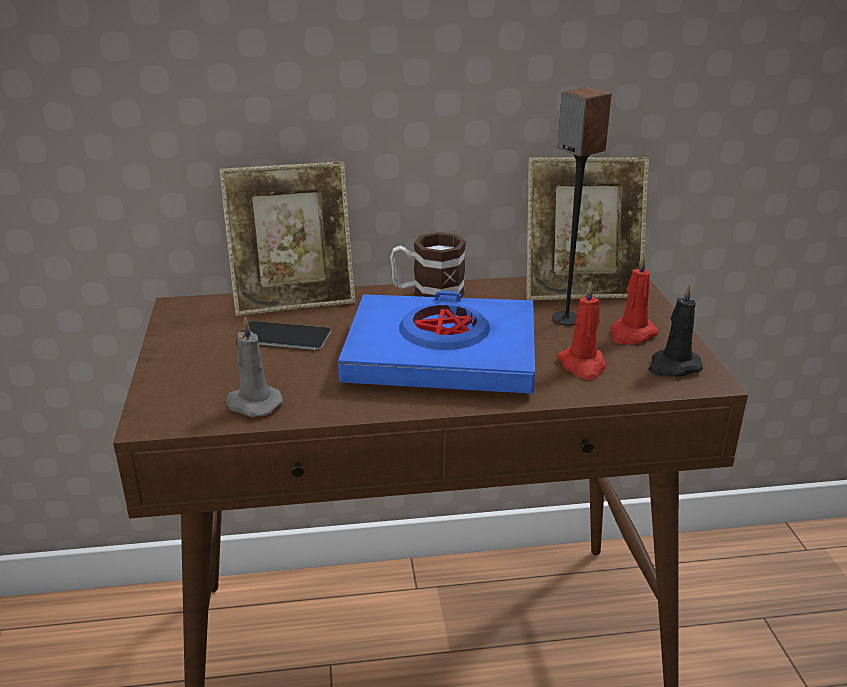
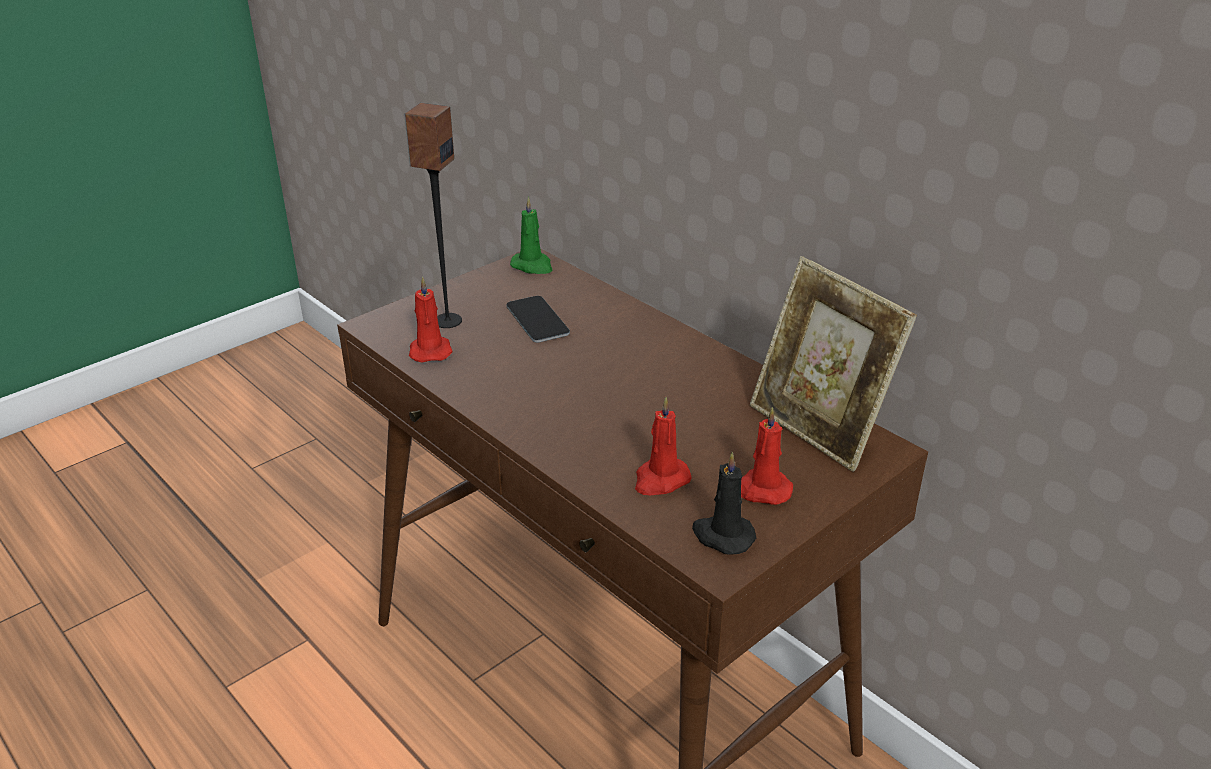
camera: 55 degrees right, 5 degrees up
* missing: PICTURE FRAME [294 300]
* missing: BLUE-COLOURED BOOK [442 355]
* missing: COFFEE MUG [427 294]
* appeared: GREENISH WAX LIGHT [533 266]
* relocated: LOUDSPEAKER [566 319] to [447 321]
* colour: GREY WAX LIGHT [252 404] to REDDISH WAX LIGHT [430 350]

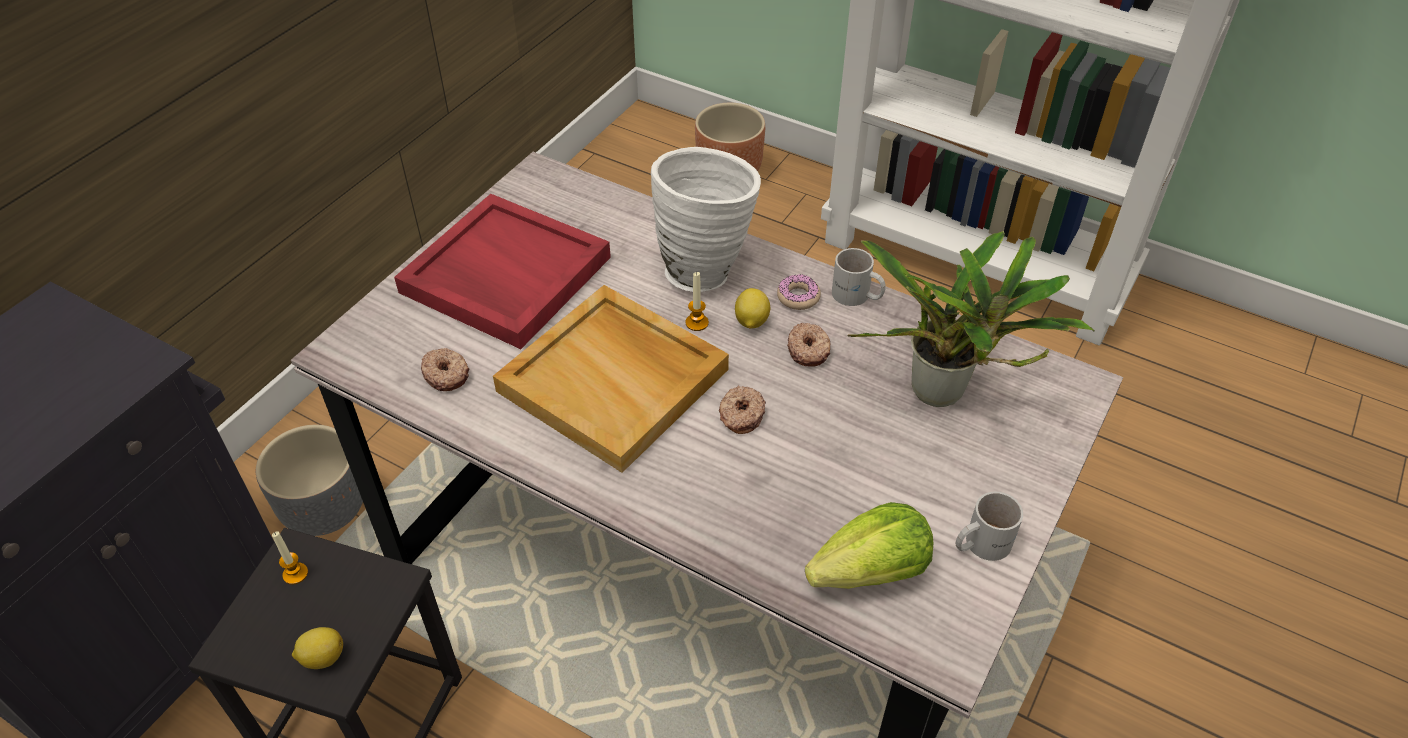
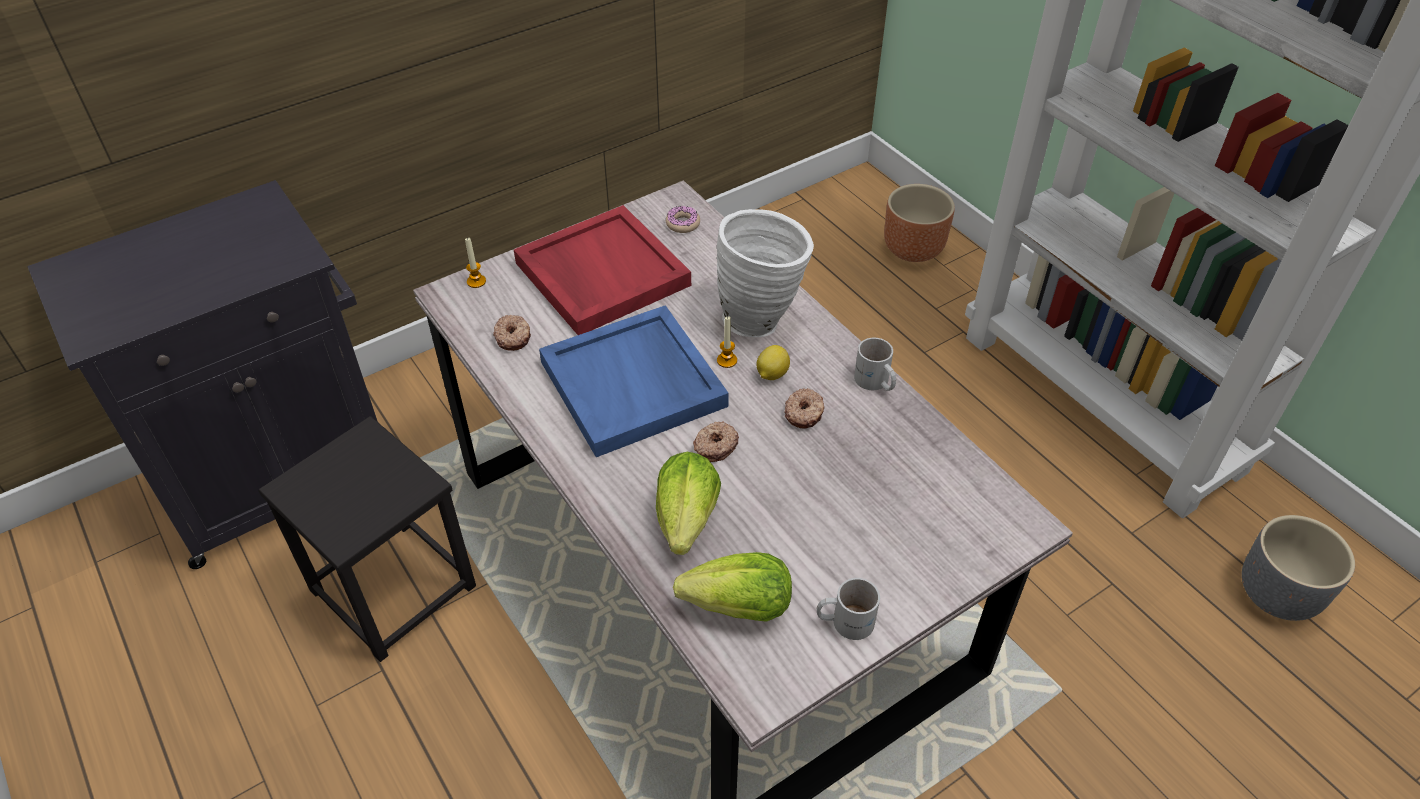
camera: 25 degrees right, 0 degrees up
* missing: LEMON [322 657]
* missing: POTTED PLANT [944 395]
* appeared: HEAD OF LETTUCE [687 519]
* relocated: GREY PLANTER [325 510] to [1277 595]
* relocated: WAX LIGHT [295 574] to [476 281]
* relocated: RING DOUGHNUT [798 297] to [683 224]
* colour: BEIGE SERVING TRAY [615 380] to BLUE-COLOURED SERVING TRAY [635 384]

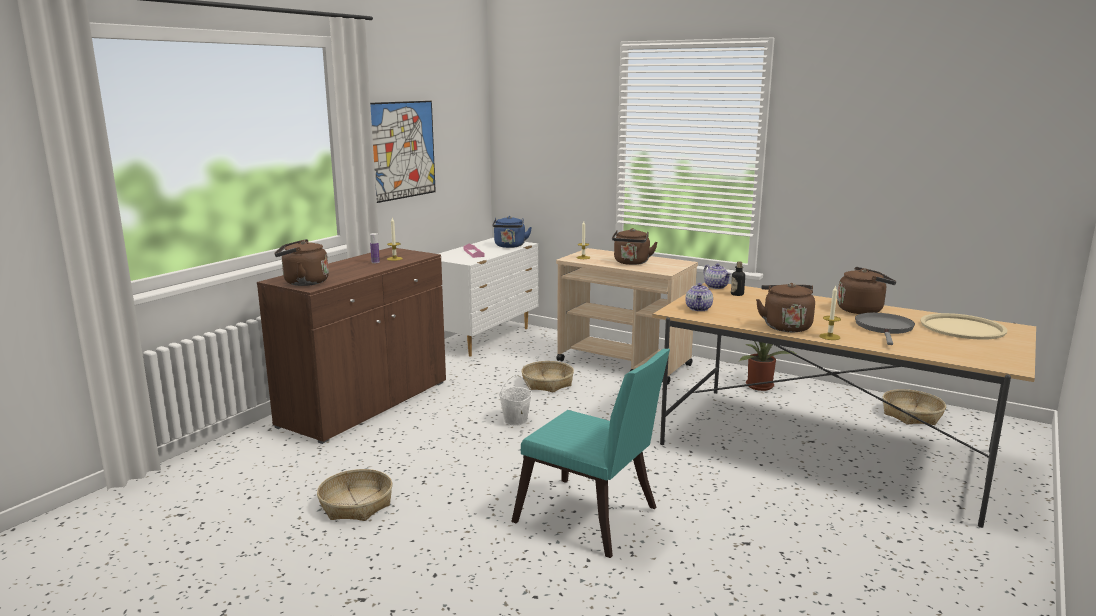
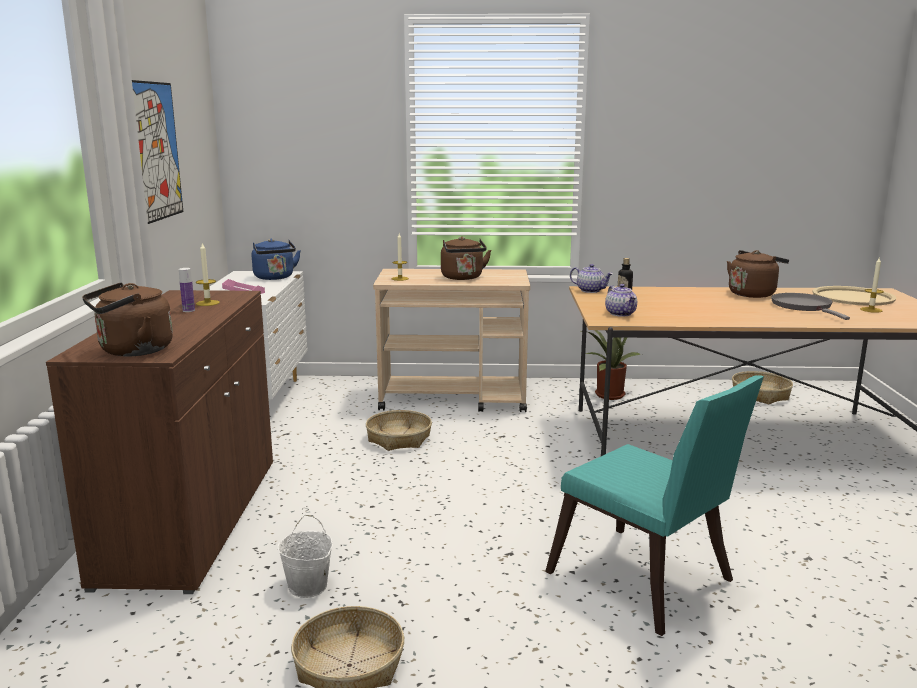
camera: 30 degrees left, 0 degrees up
* missing: BROWNISH TEA KETTLE [785 326]
* relocated: WHITISH BUCKET [515 420] to [308 587]
* relocated: WAX LIGHT [829 337] to [871 310]
* spun: TURQUOISE-COLOURED UPRIGHT CHAIR [592 519] = [646 583] 45 degrees clockwise

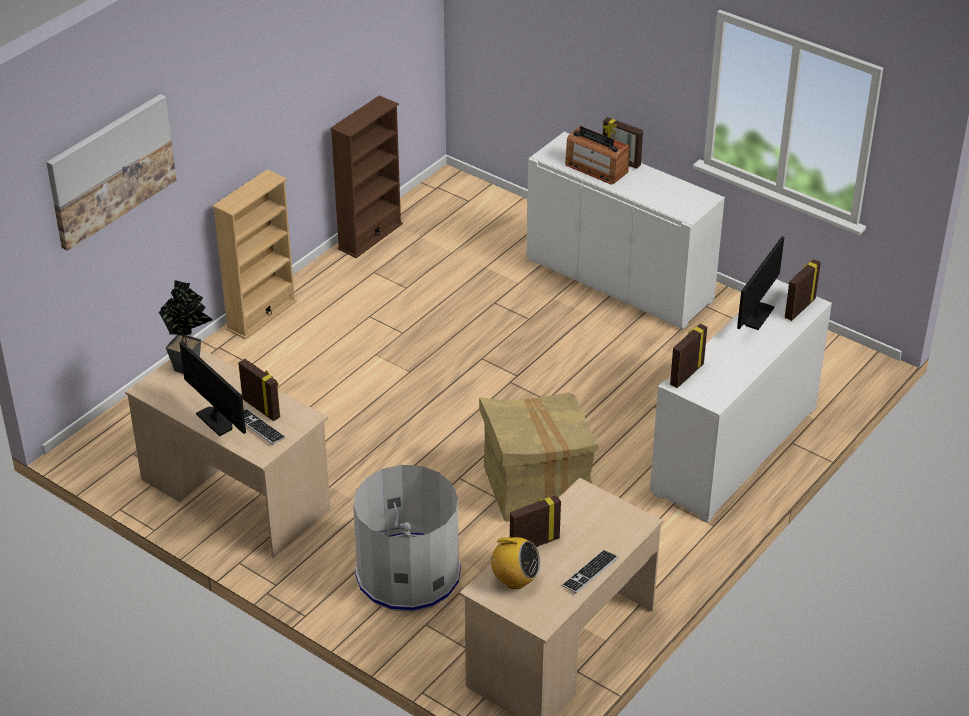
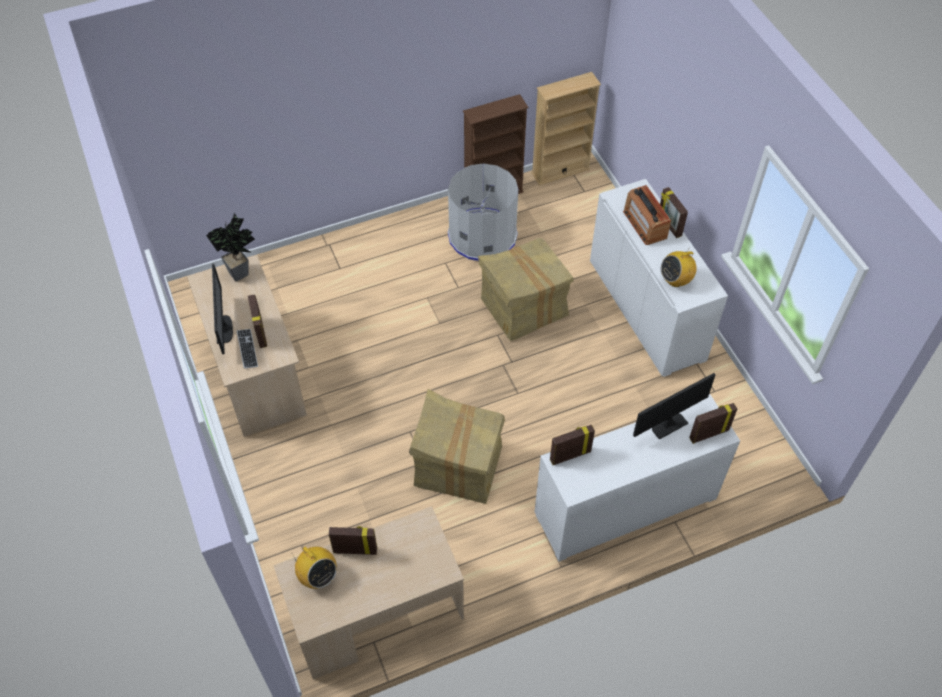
camera: 30 degrees right, 15 degrees up
* missing: PICTURE [111 170]
* missing: PC KEYBOARD [590 572]
* appeared: CARDBOARD BOX [523 307]
* appeared: RADIO RECEIVER [675 280]
* relocated: BEIGE BOOKSHELF [261 315] to [560 171]
* relocated: GREY TRASH CAN [408 574] to [482 235]

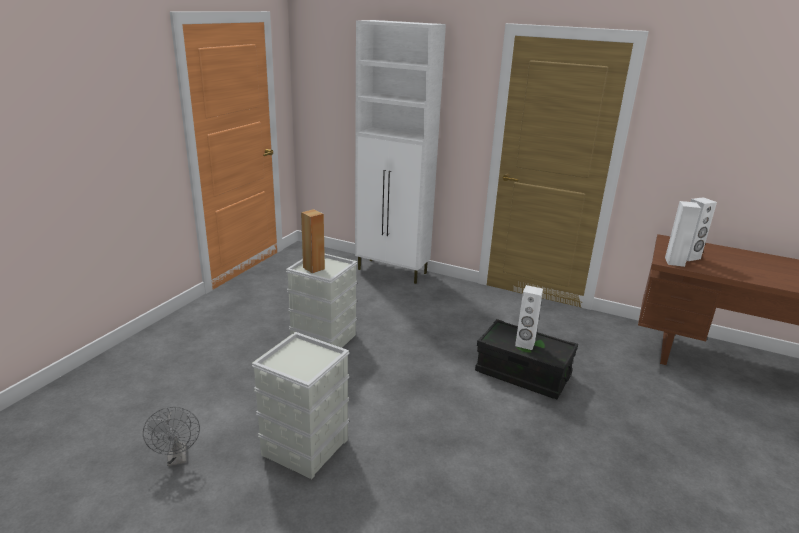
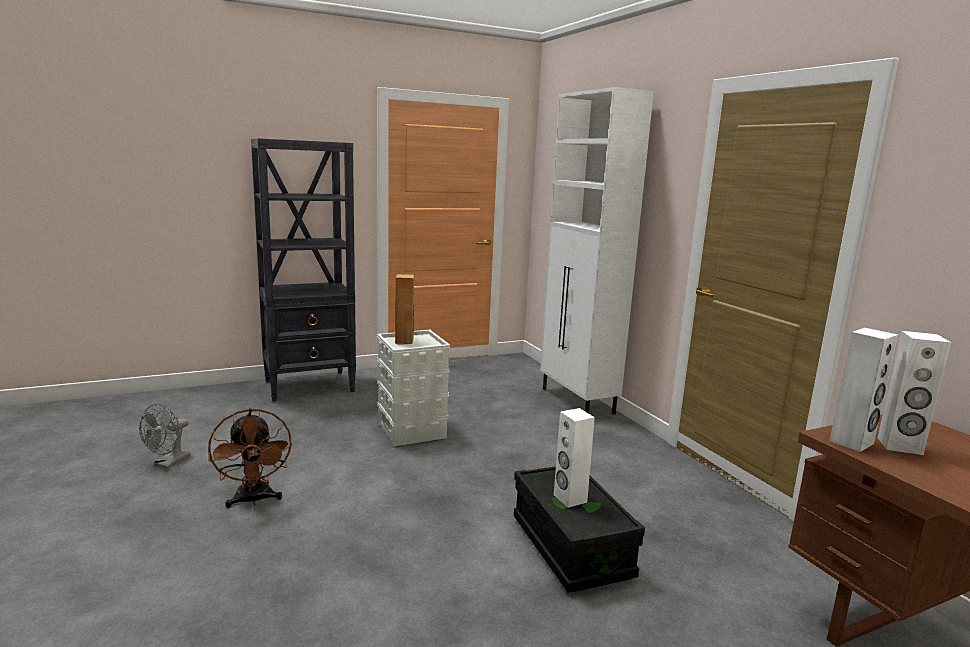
camera: 40 degrees right, 10 degrees down
* appeared: BLACK BOOKSHELF [310 386]
* exchanged: GREY STORAGE BOX [305 446] to BROWNISH COOLING FAN [254 500]

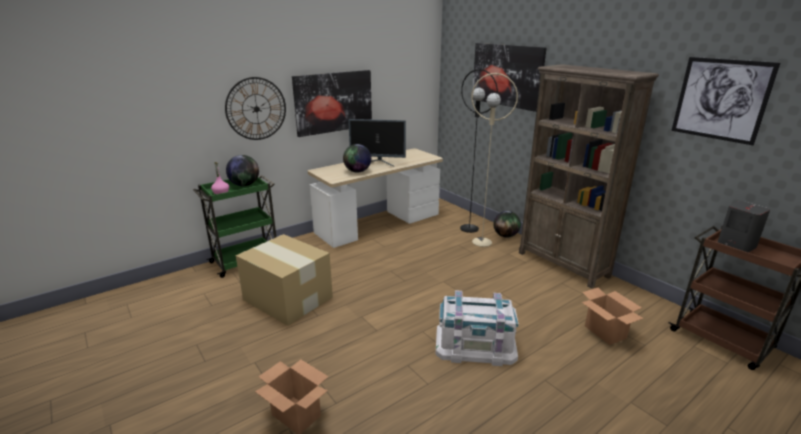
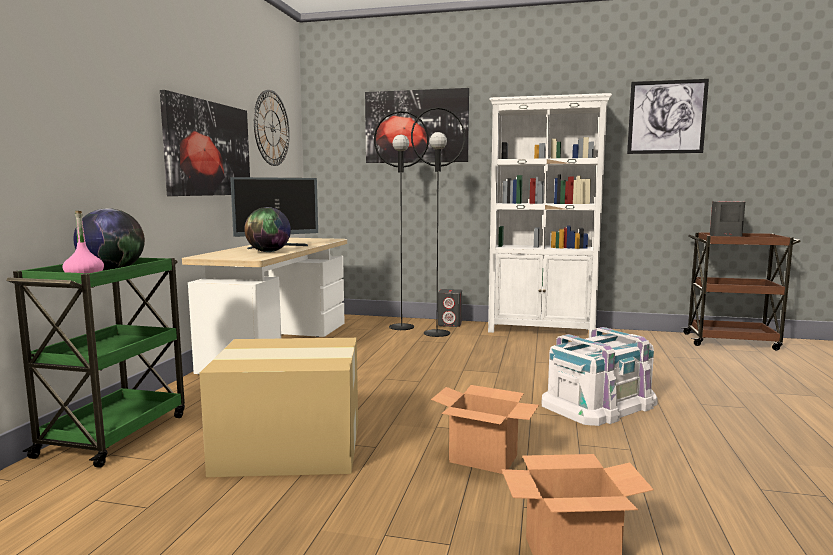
camera: 40 degrees left, 15 degrees down
* relocated: CLOCK ON THE WALL [256 109] to [272 128]
* relocated: CARDBOARD BOX [605 332] to [484 459]
* exchanged: DESK GLOBE [505 236] to GREY LOUDSPEAKER [450 324]
* colour: BEIGE FLOOR LAMP [482 242] to BLACK FLOOR LAMP [437 333]
* colour: BROWNISH BOOKSHELF [563 264] to WHITISH BOOKSHELF [541 330]

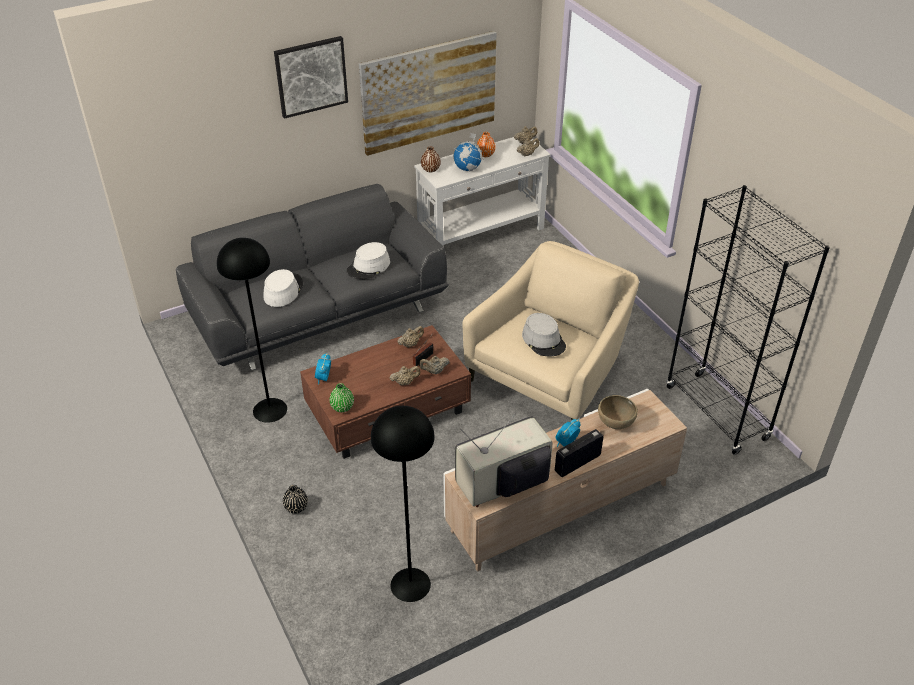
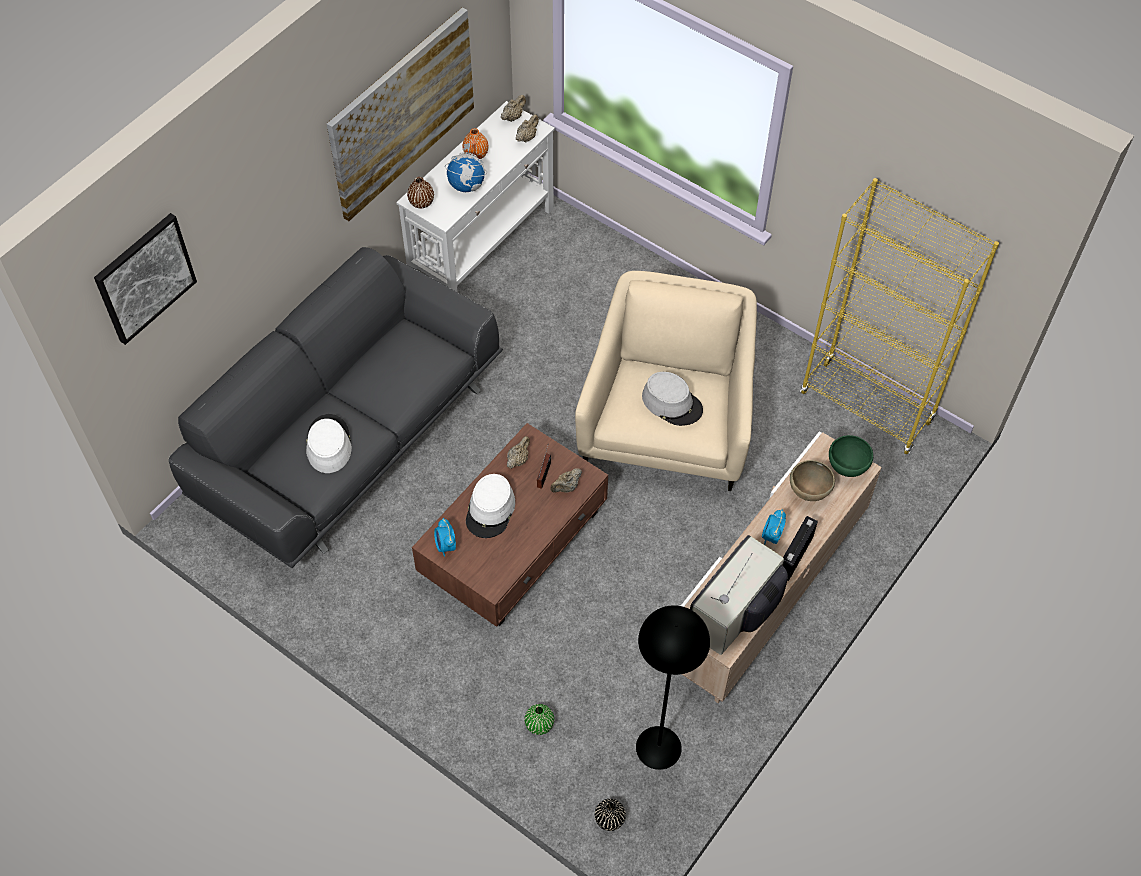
camera: 25 degrees left, 15 degrees up
* missing: BLACK FLOOR LAMP [270 410]
* missing: BEIGE TEAPOT [405 382]
* appeared: GREENISH DEEP DISH [847 467]
* relocated: PICTURE [311 76] to [144 278]
* relocated: BLACK FLOWER VASE [296 507] to [609 819]
* relocated: GREENISH FLOWER VASE [342 407] to [539 724]
* relocated: WHITISH CLOTHING HAT [368 267] to [490 510]
* colour: BLACK BOOKSHELF [716 413] to YELLOW BOOKSHELF [866 407]

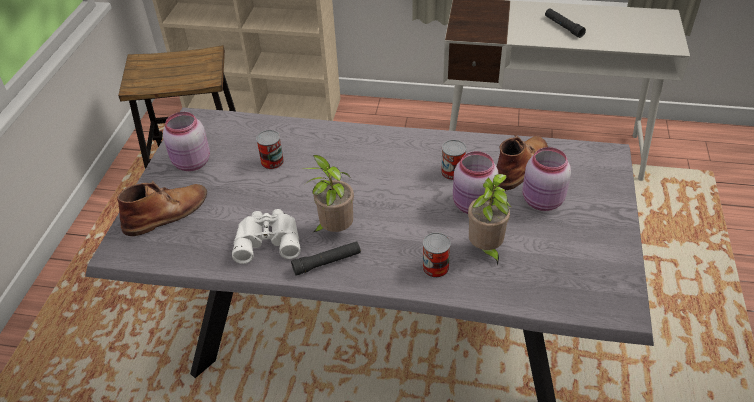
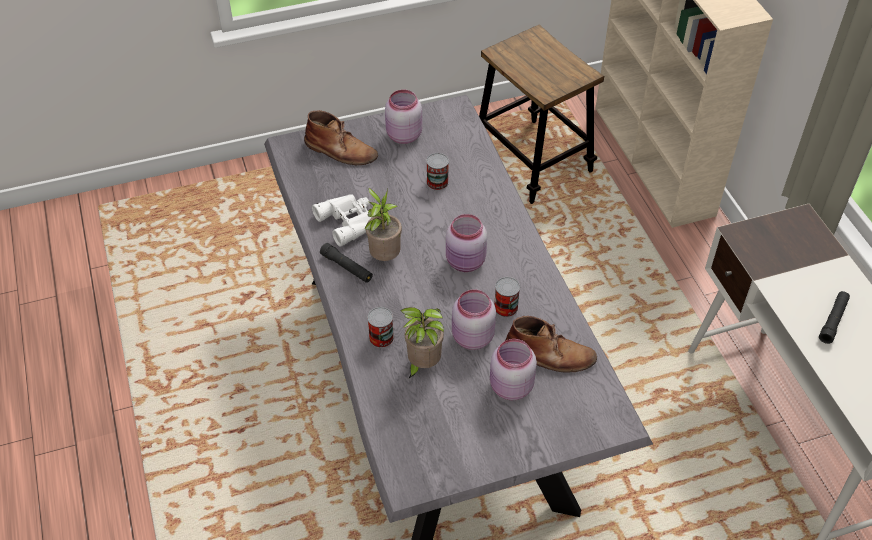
camera: 60 degrees right, 5 degrees up
* appeared: PINK-COLOURED STORAGE JAR [466 262]

